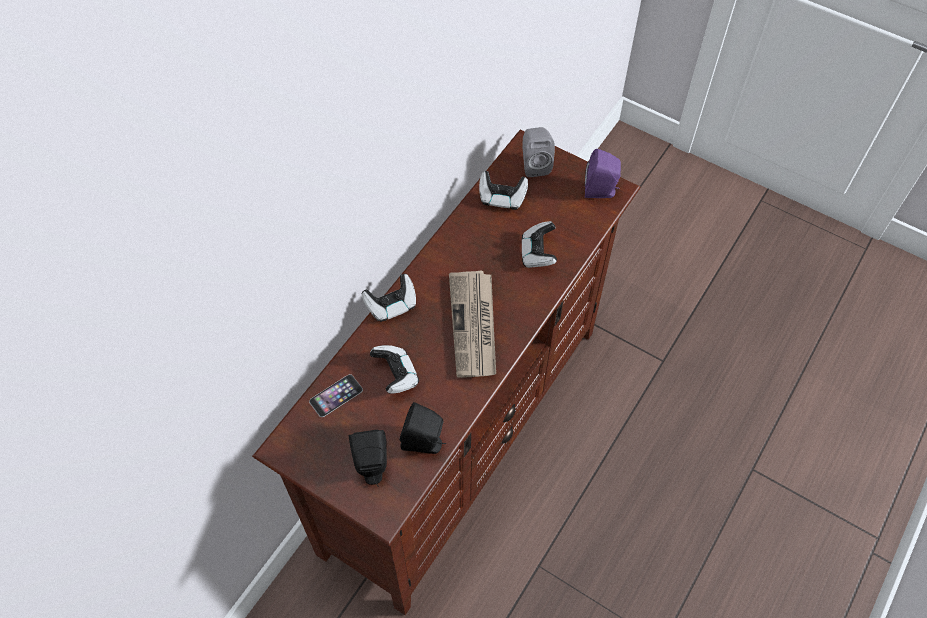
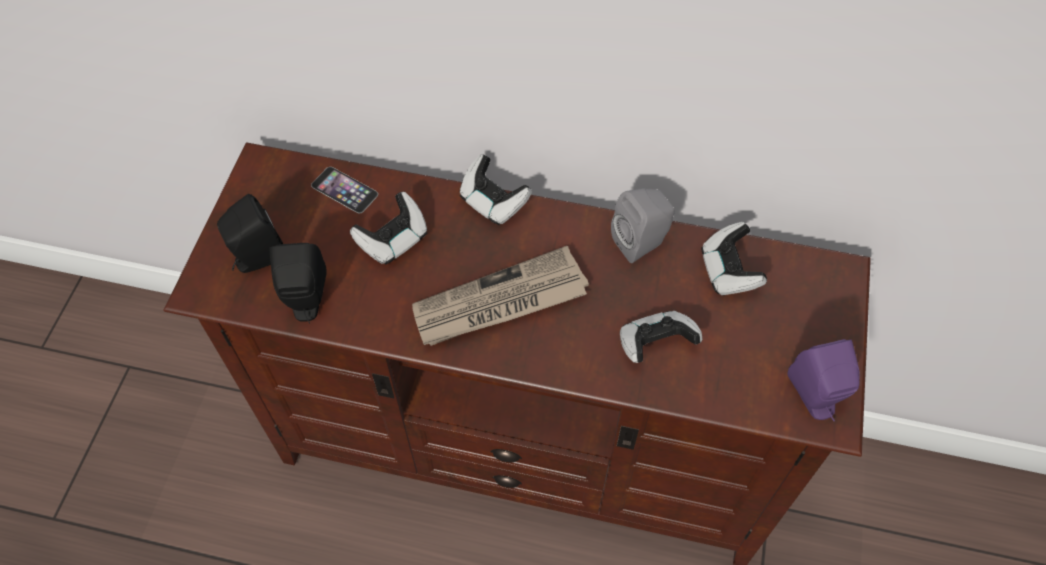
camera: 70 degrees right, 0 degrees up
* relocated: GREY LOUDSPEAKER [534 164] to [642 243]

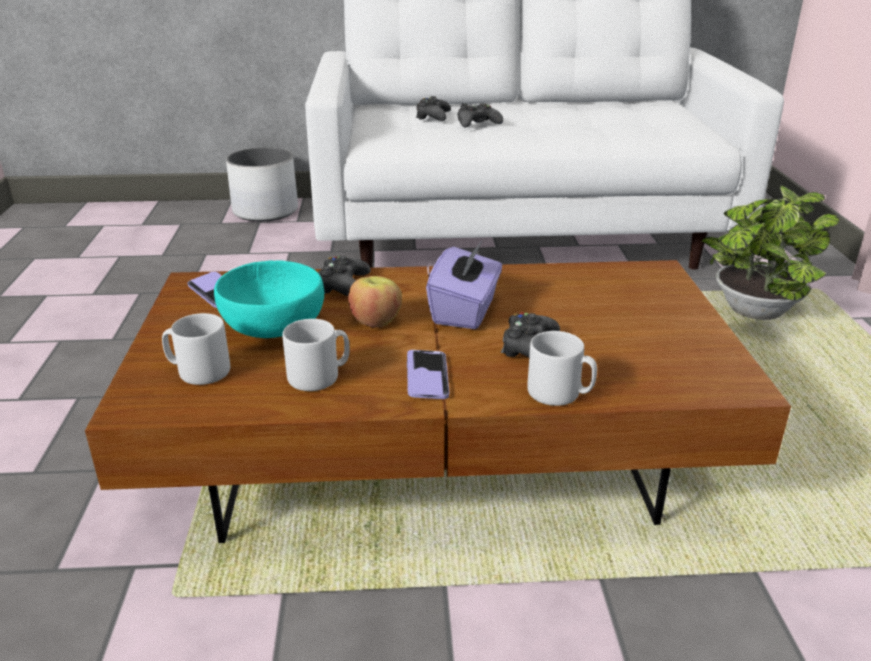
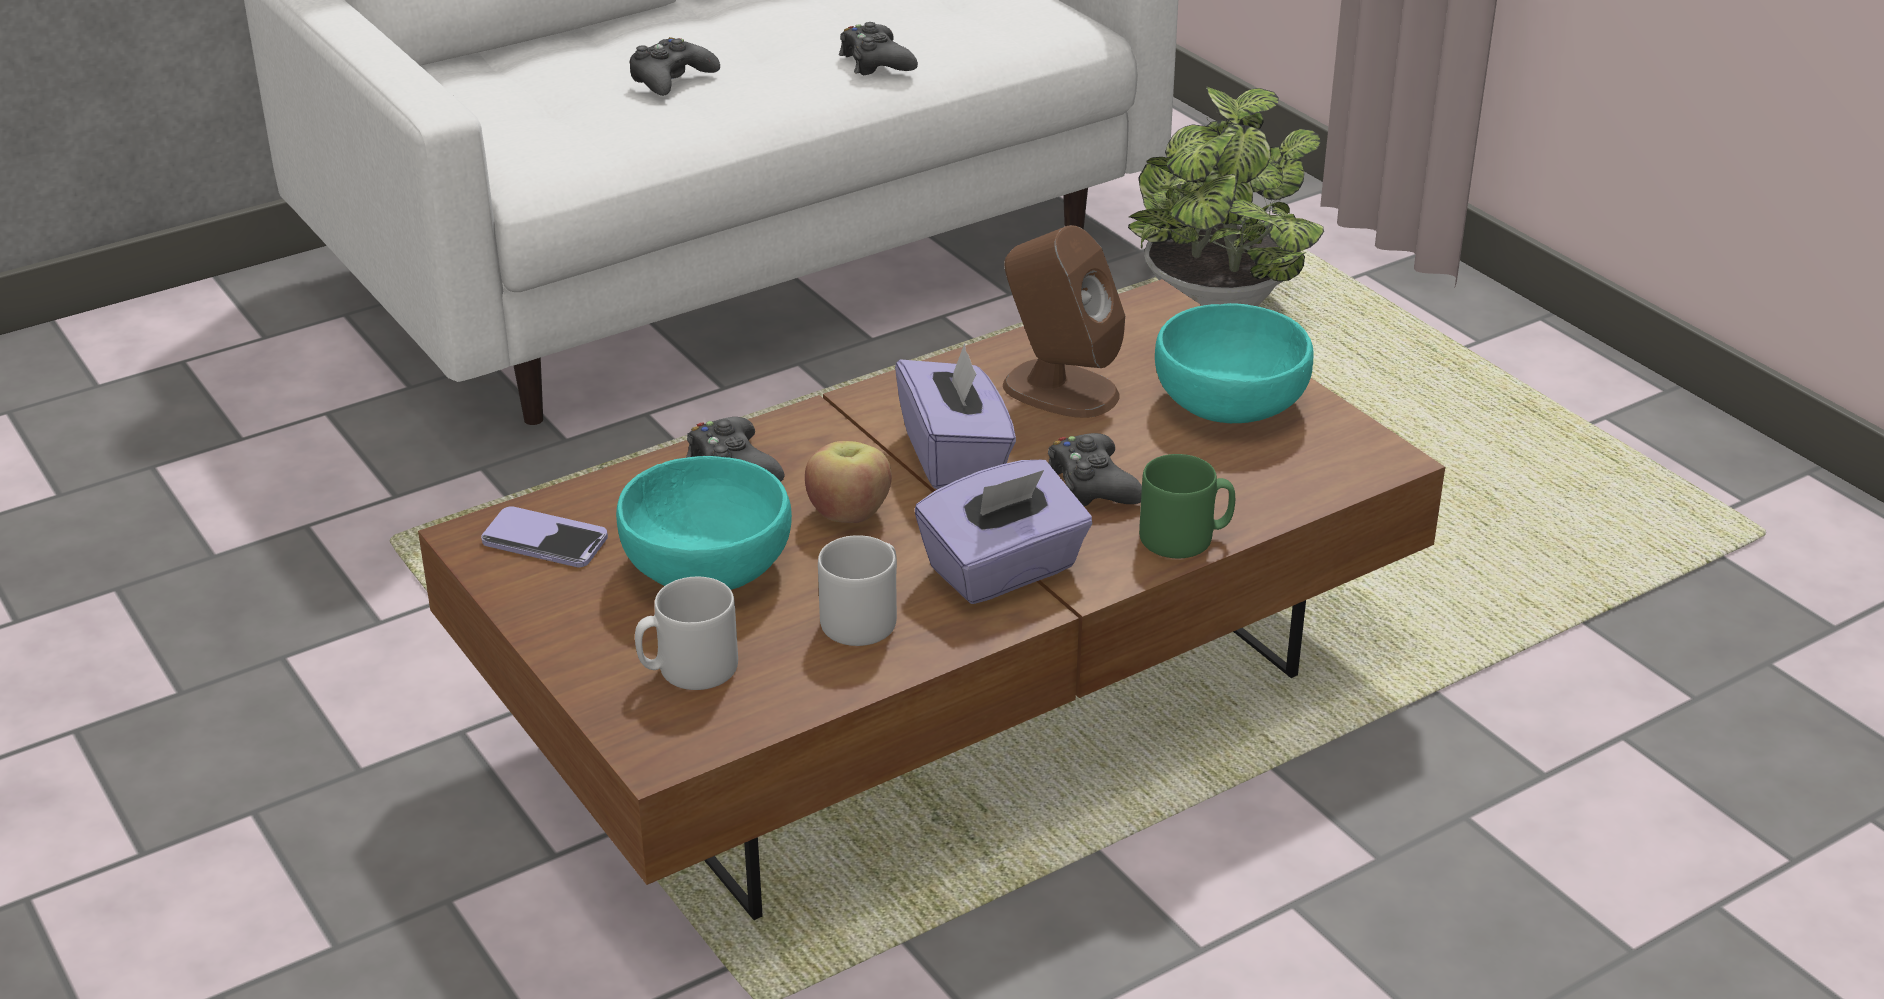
camera: 30 degrees left, 5 degrees up
* missing: WHITISH PLANTER [266 211]
* appeared: BROWNISH LOUDSPEAKER [1059 389]
* appeared: TURQUOISE-COLOURED DEEP DISH [1227 402]
* relocated: BLACK GAMEPAD [433 116] to [876 62]
* exchanged: PHONE [427 376] to PURPLISH BOX OF TISSUES [1003 570]
* colour: GREY COFFEE MUG [560 394] to GREENISH COFFEE MUG [1185 538]

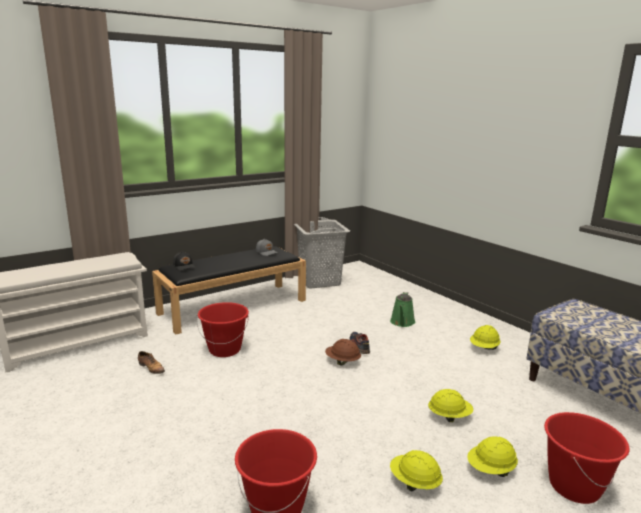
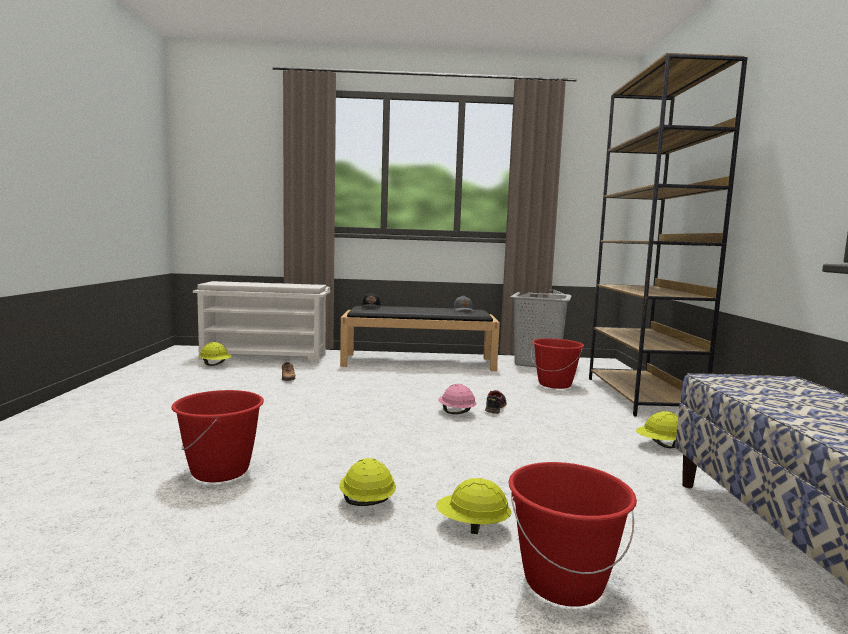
camera: 35 degrees right, 10 degrees down
* missing: GREENISH WATERING CAN [402 322]
* appeared: BROWNISH BOOKSHELF [642 396]
* relocated: REDDISH BUCKET [225 350] to [555 384]
* relocated: YELLOW SAFETY HELMET [449 416] to [216 365]
* colour: BROWNISH SAFETY HELMET [342 362] to PINK-COLOURED SAFETY HELMET [456 412]

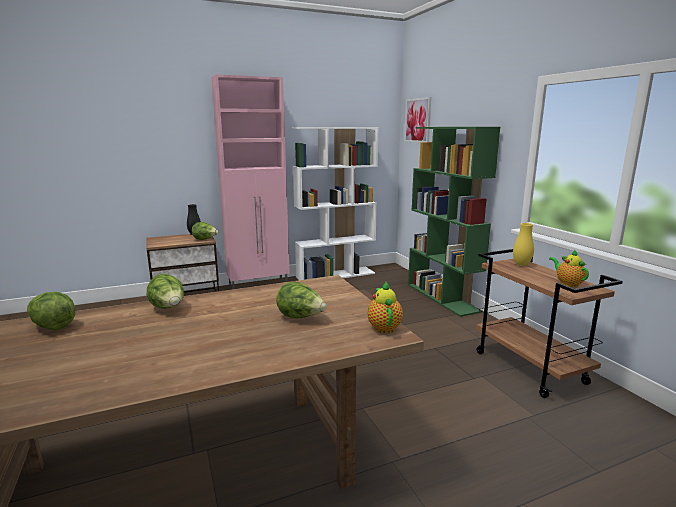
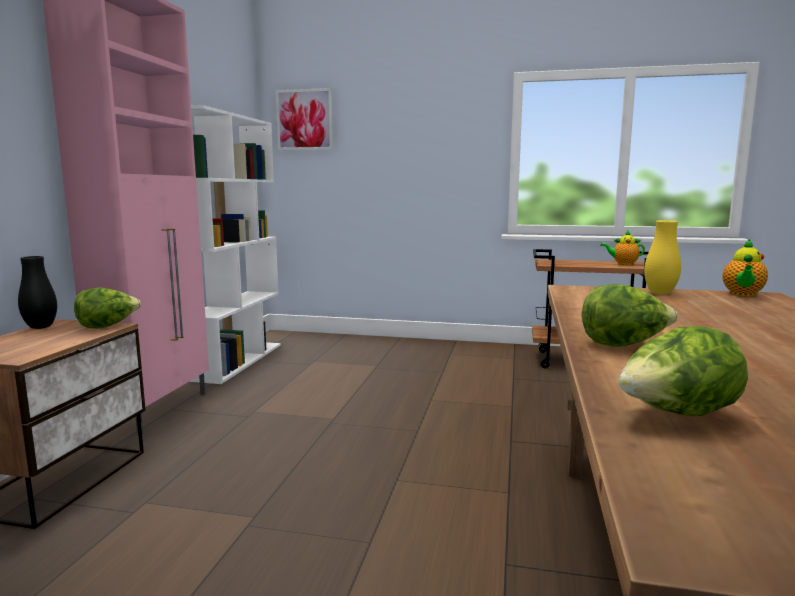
camera: 55 degrees left, 5 degrees down
* missing: HEAD OF LETTUCE [301 317]
* missing: GREENISH BOOKSHELF [442 297]
* relocated: YELLOW FLOWER VASE [521 264] to [660 293]
* spun: TEAPOT [383 327] = [742 294] 90 degrees counterclockwise

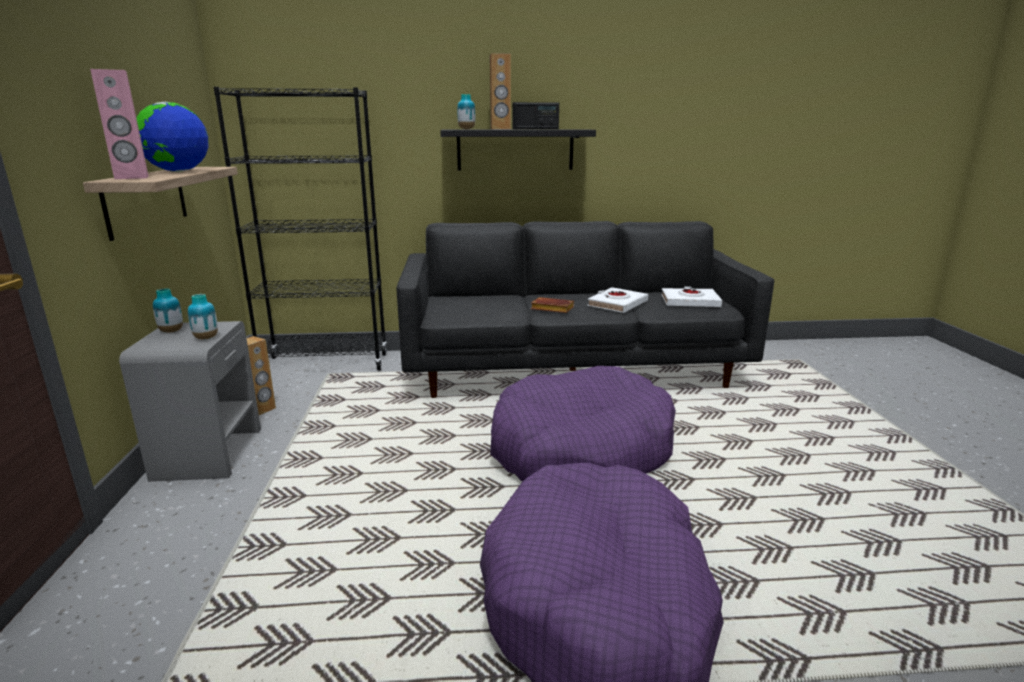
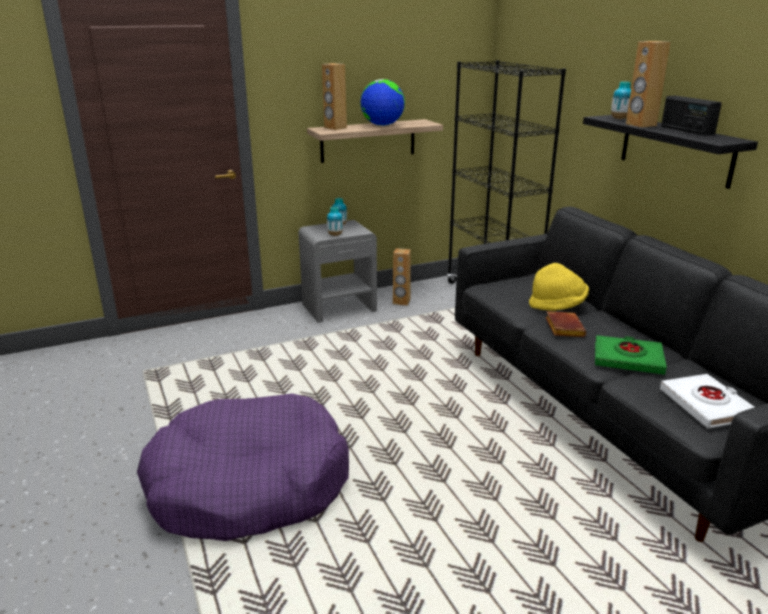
camera: 70 degrees right, 5 degrees up
* missing: PURPLISH PET BED [580 450]
* appeared: YELLOW CLOTHING HAT [557 305]
* colour: PINK-COLOURED LOUDSPEAKER [131 177] to BROWNISH LOUDSPEAKER [335 128]
* colour: WHITISH BOOK [617 304] to GREENISH BOOK [628 359]

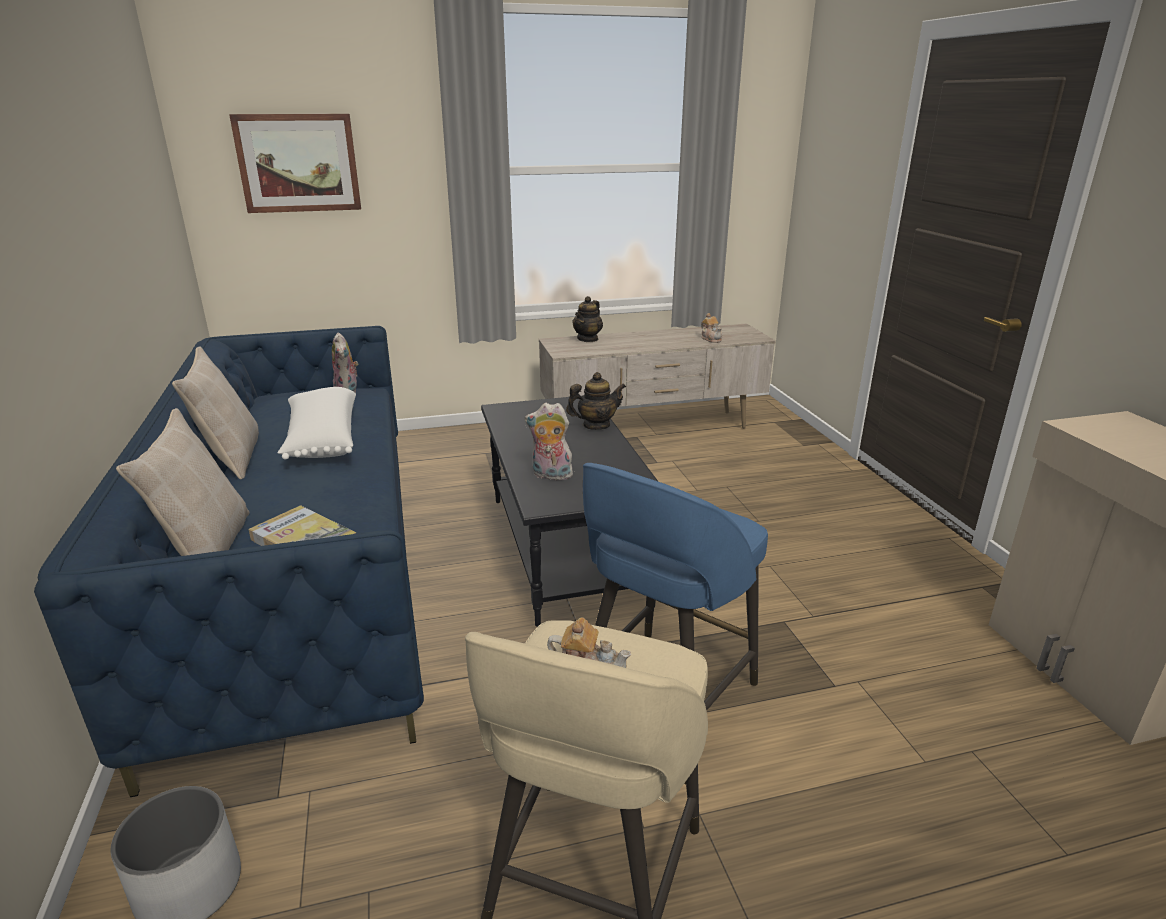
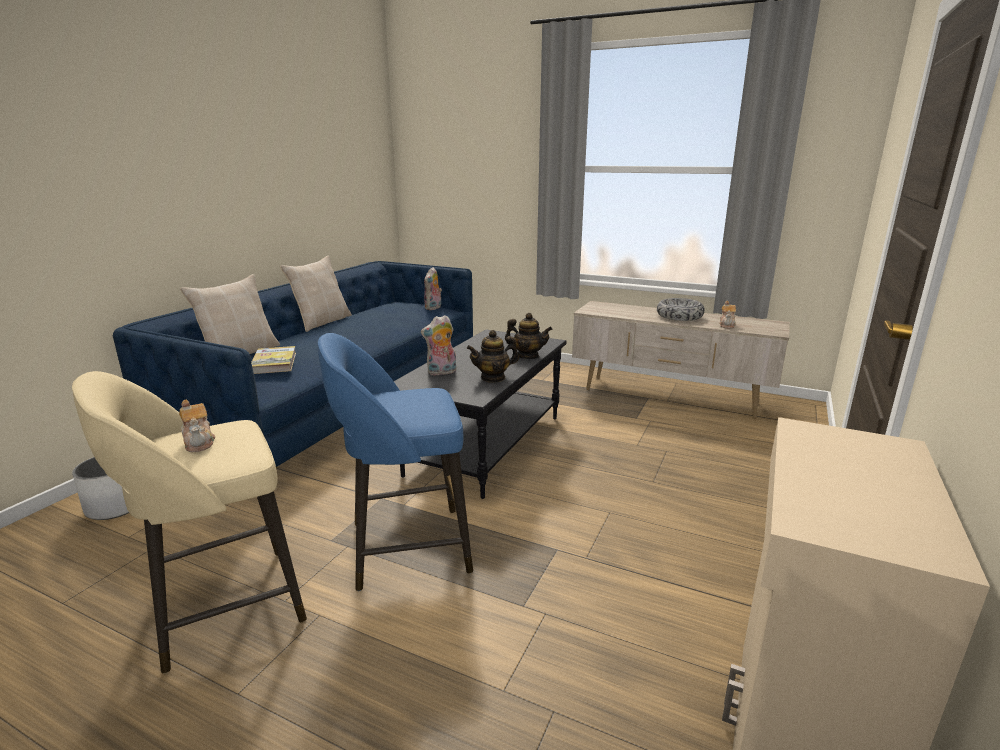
camera: 40 degrees right, 5 degrees down
* missing: PICTURE [298 163]
* missing: WHITISH PILLOW [321 440]
* appeared: DEEP DISH [679 316]
* relocated: TEAPOT [588 339] to [493 378]
* spun: SOFT TOY [550 476] = [441 372] 75 degrees counterclockwise

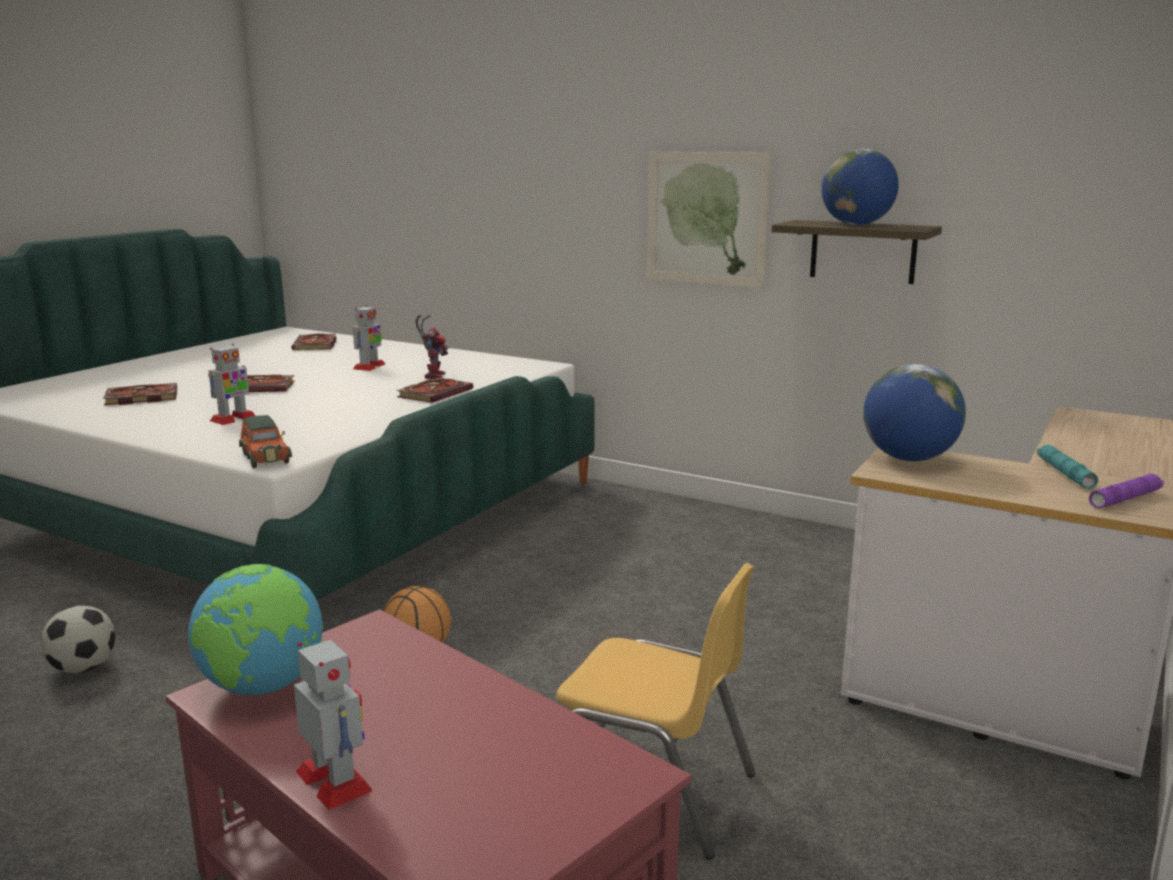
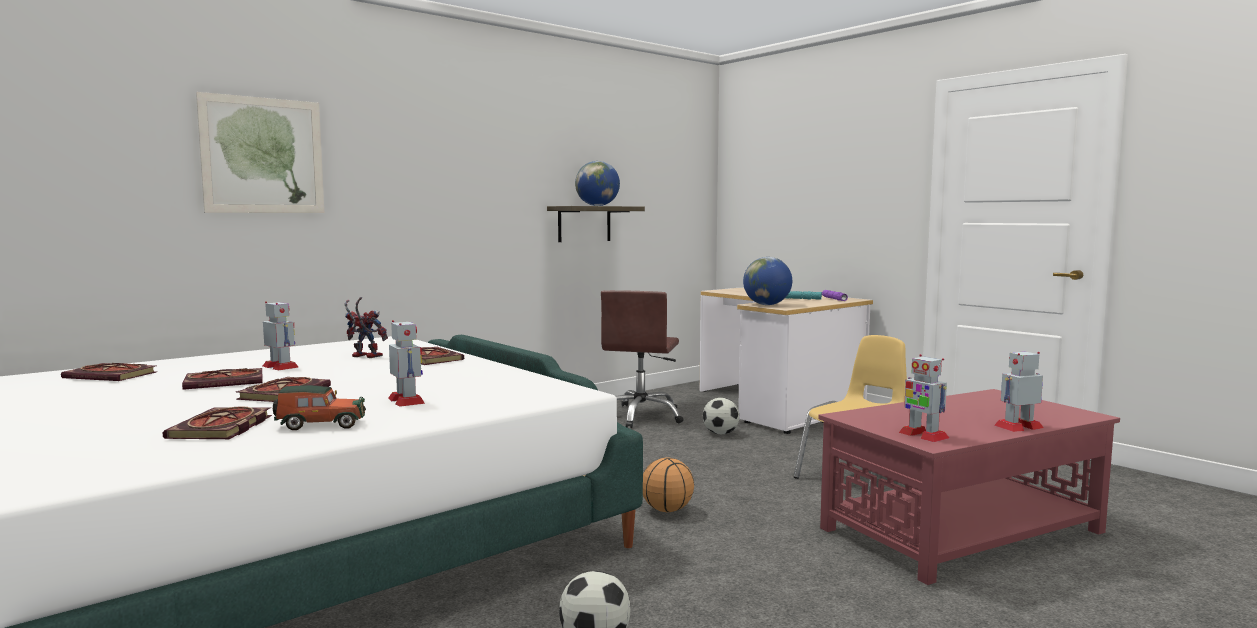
camera: 70 degrees left, 10 degrees down
* appeared: BOOK [226 382]
* appeared: BROWNISH DESK CHAIR [641 416]
* appeared: FOOTBALL [720 433]
* relocated: TOY CAR [265 457] to [320 424]
* relocated: PICTURE [706 218] to [263 155]
* exchanged: DESK GLOBE [262 687] to MODEL ROBOT [923 435]

